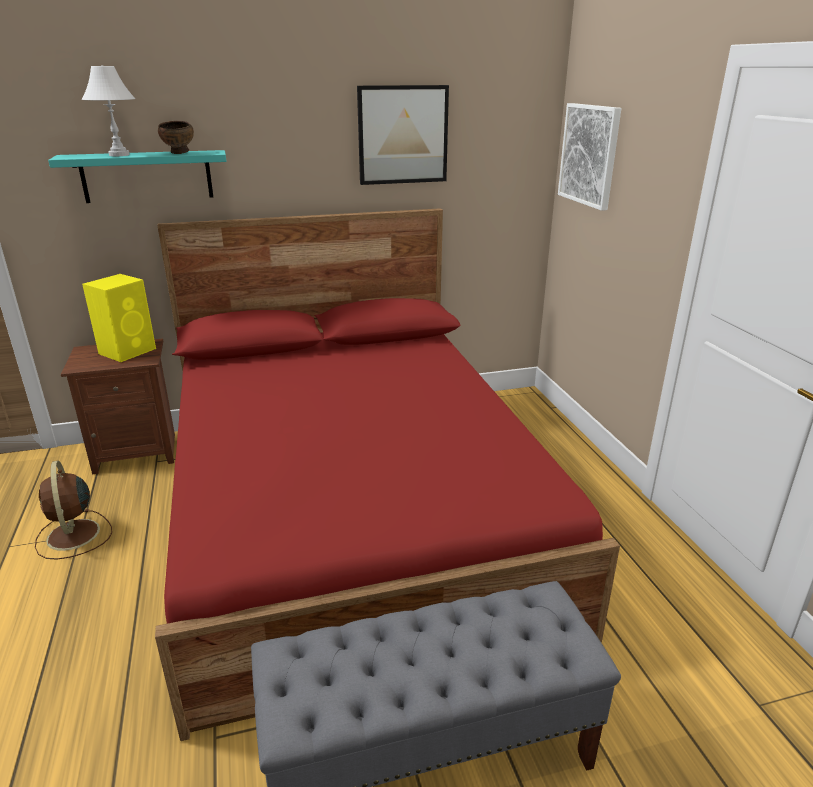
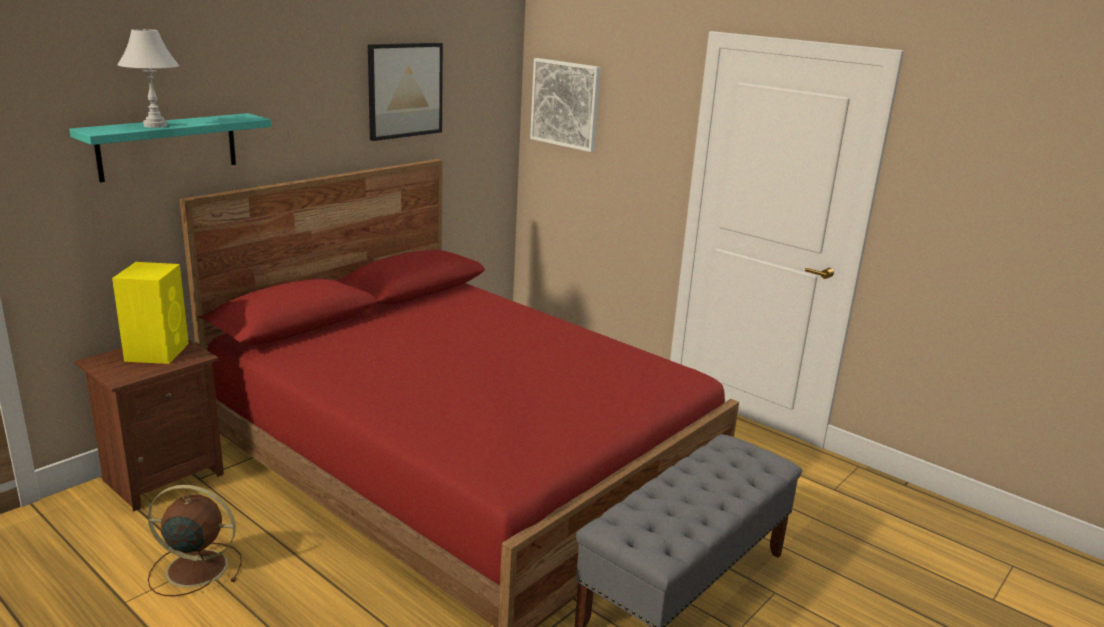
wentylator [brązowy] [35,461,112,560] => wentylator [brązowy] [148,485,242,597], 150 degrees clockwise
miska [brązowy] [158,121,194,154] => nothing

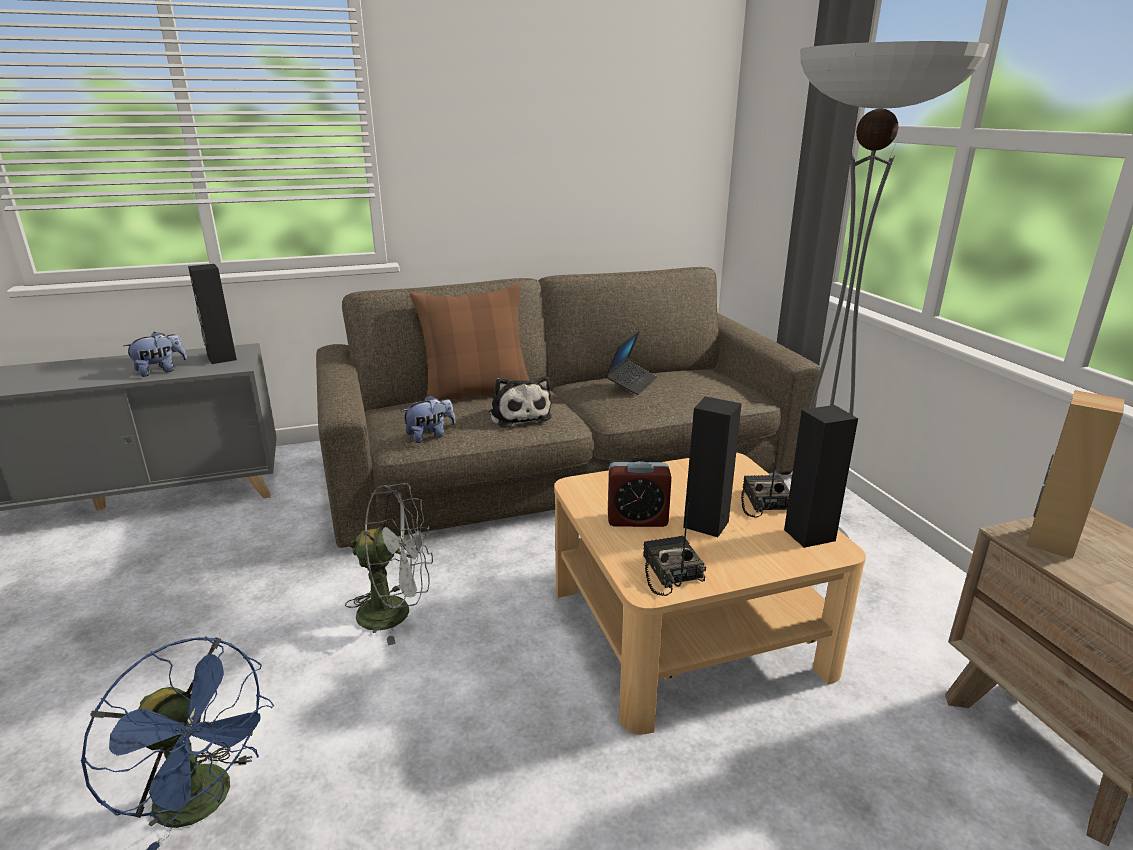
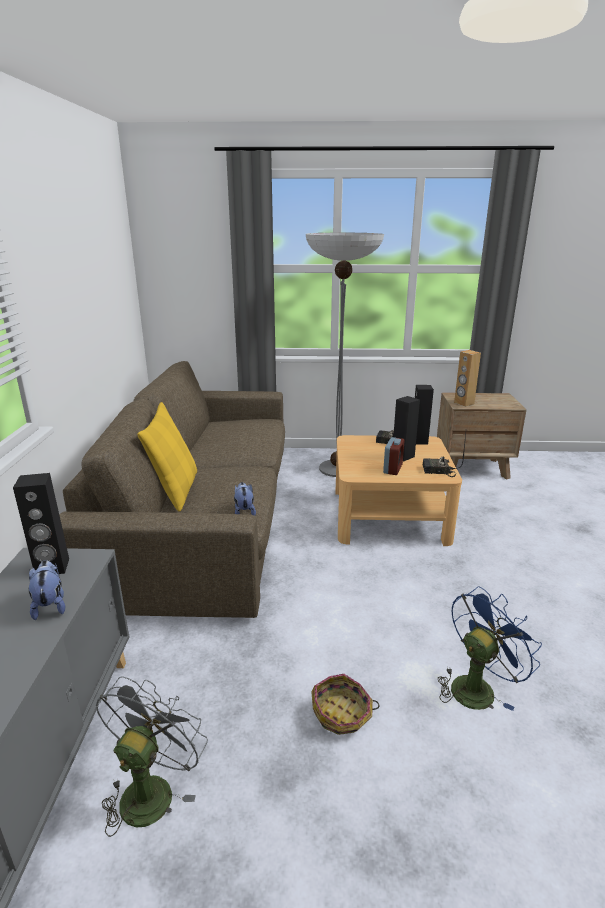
wentylator [szary] [345,483,433,646] => wentylator [szary] [96,677,208,837], shifted
poduszka [brązowy] [410,284,529,401] => poduszka [żółty] [137,402,197,512]
nothing => koszyk [311,674,379,735]
pluszak [489,376,552,428] => nothing
laptop [606,330,657,395] => nothing

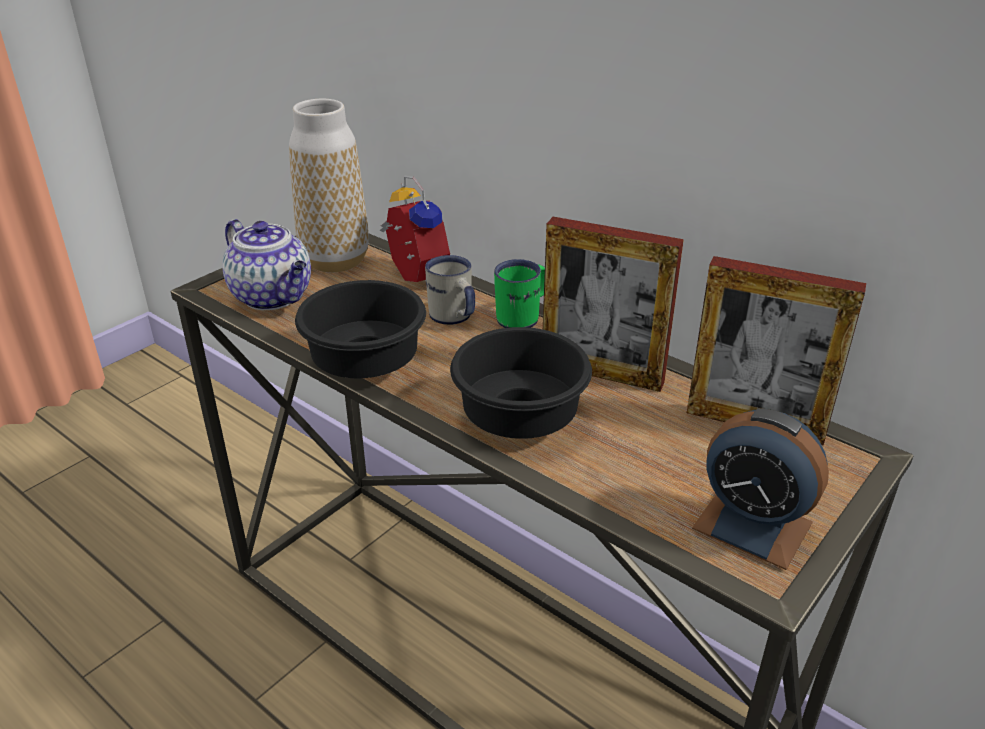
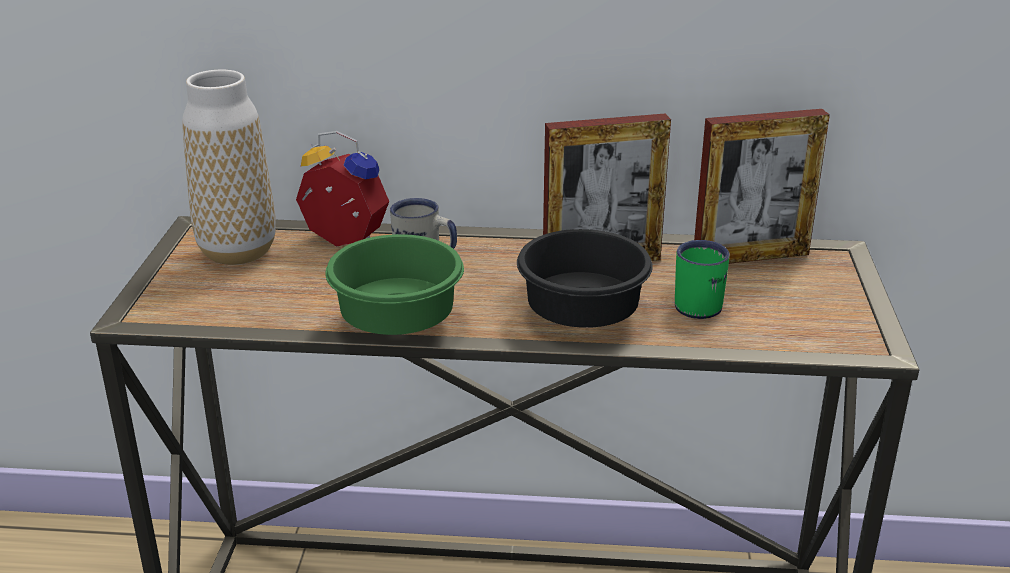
miska [czarny] [295,280,426,378] => miska [zielony] [325,234,464,335]
kubek [zielony] [494,259,545,328] => kubek [zielony] [675,240,730,319], shifted
imbryk [223,219,311,310] => nothing
budzik [692,408,829,570] => nothing

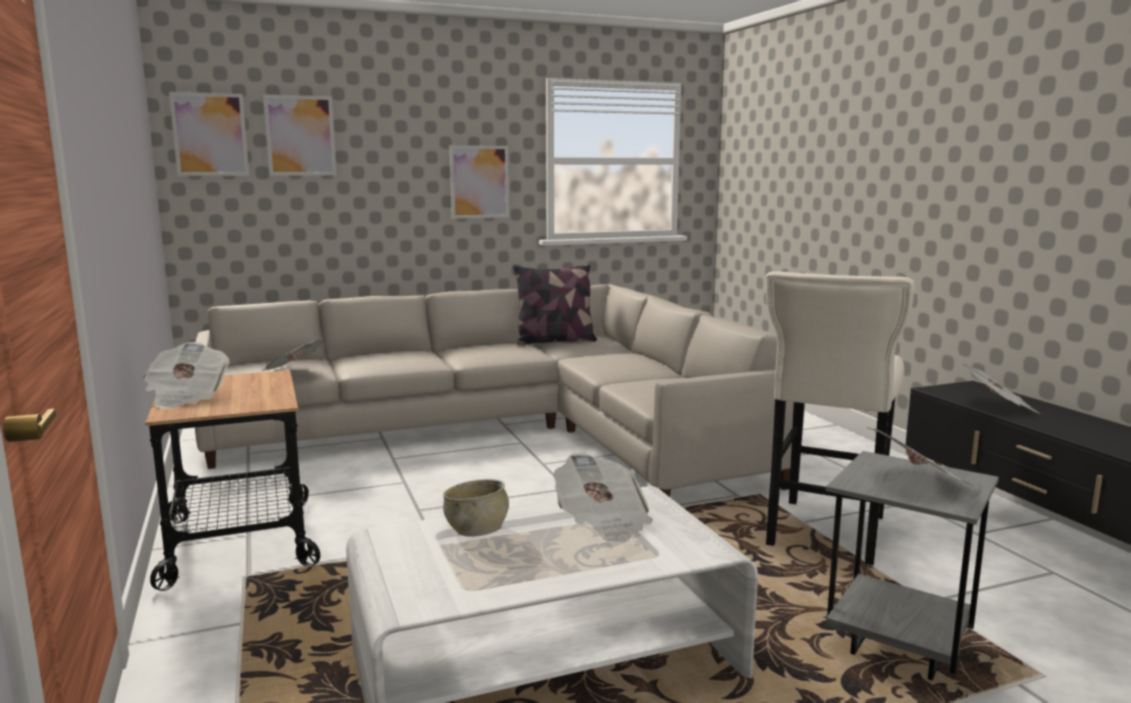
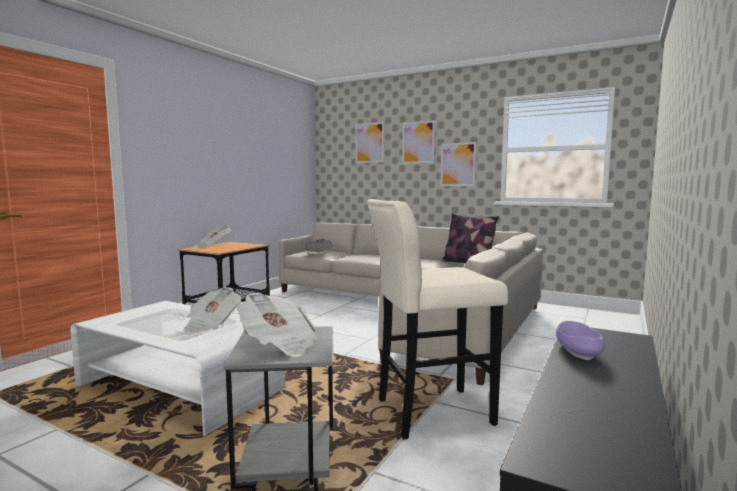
obraz [169,92,249,176] => obraz [402,120,435,164], shifted
gazeta [959,362,1041,414] => miska [fioletowy] [556,321,605,360]
miska [beżowy] [443,479,509,537] => nothing

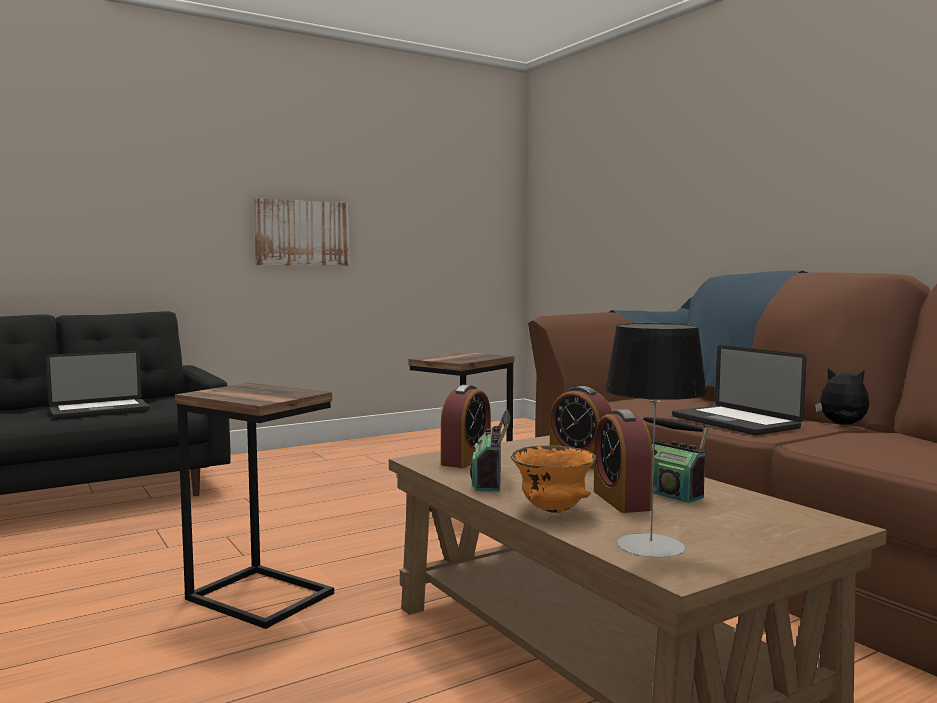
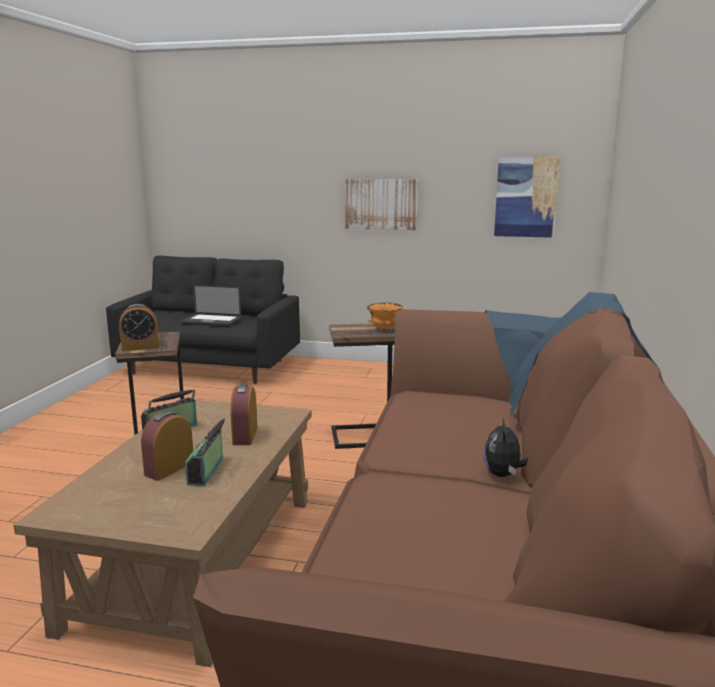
budzik [441,385,491,468] => budzik [119,304,159,351], shifted
miska [pomarańczowy] [511,445,596,513] => miska [pomarańczowy] [367,302,403,330], shifted
pluszak [815,368,869,425] => pluszak [483,417,528,477], 150 degrees counterclockwise
nothing => obraz [494,157,560,238]
lampa stołowa [605,323,707,557] => nothing
laptop [672,345,807,435] => nothing

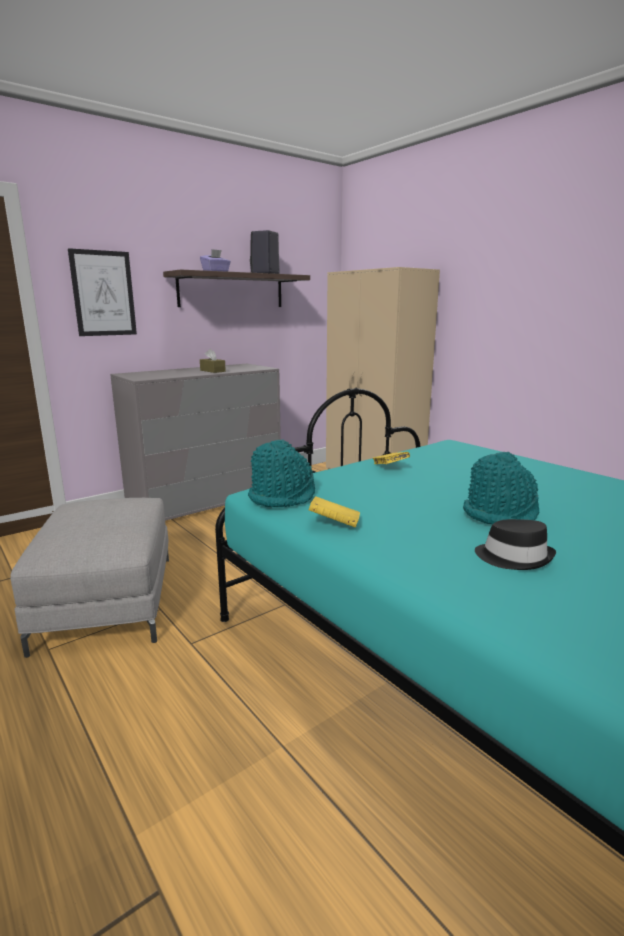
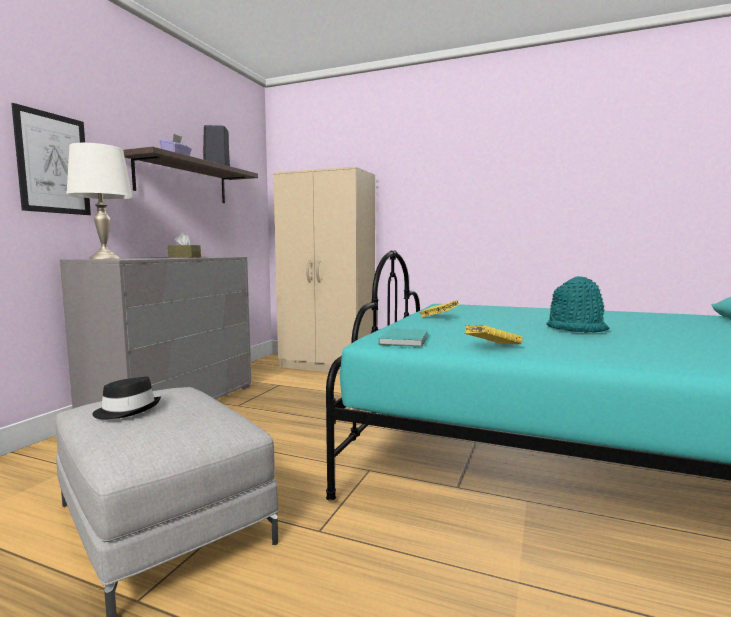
nothing => lampa stołowa [biały] [66,143,133,259]
kapelusz [czarny] [475,519,556,570] => kapelusz [czarny] [92,376,161,420], shifted
kapelusz [turkusowy] [248,439,315,507] => książka [turkusowy] [379,328,428,347]

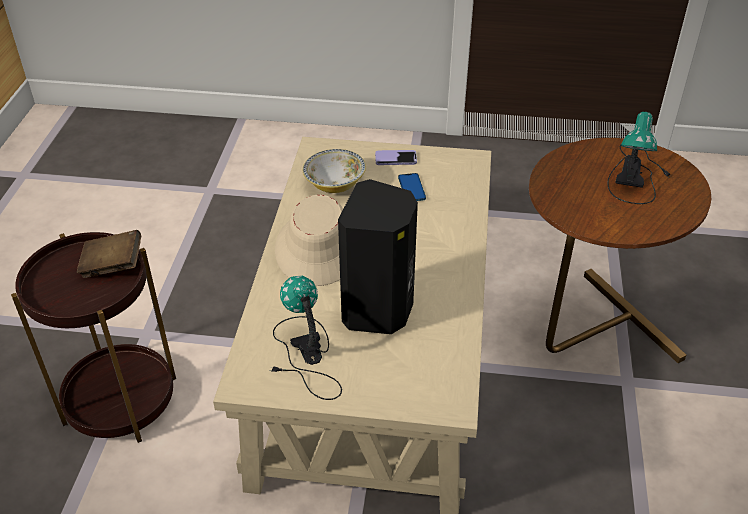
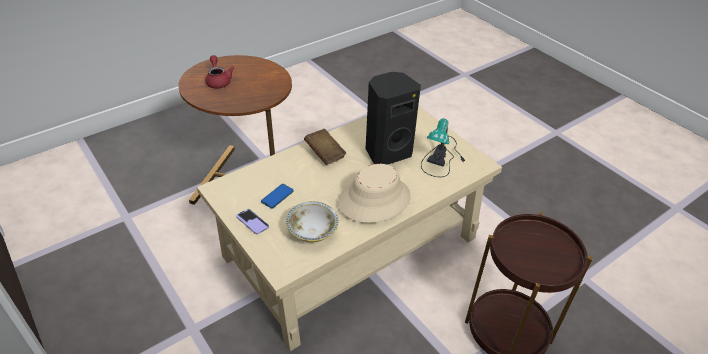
lampa stołowa [607,112,670,204] => imbryk [czerwony] [205,55,234,89]
książka [brązowy] [77,230,141,278] => książka [brązowy] [304,129,346,165], shifted

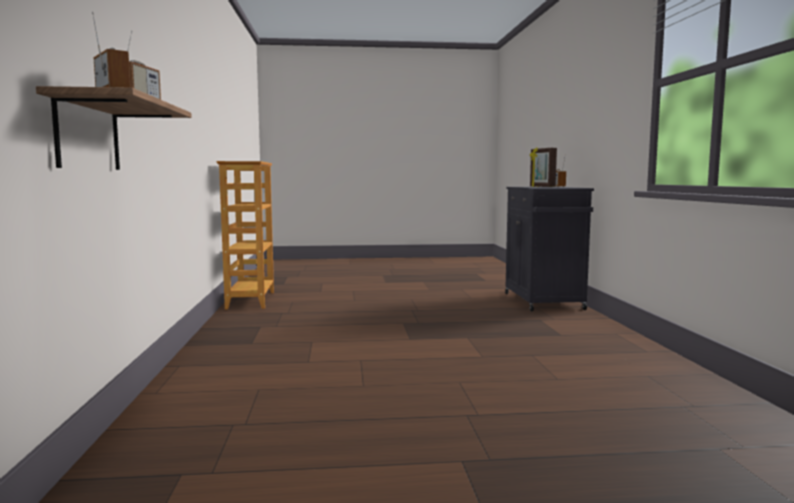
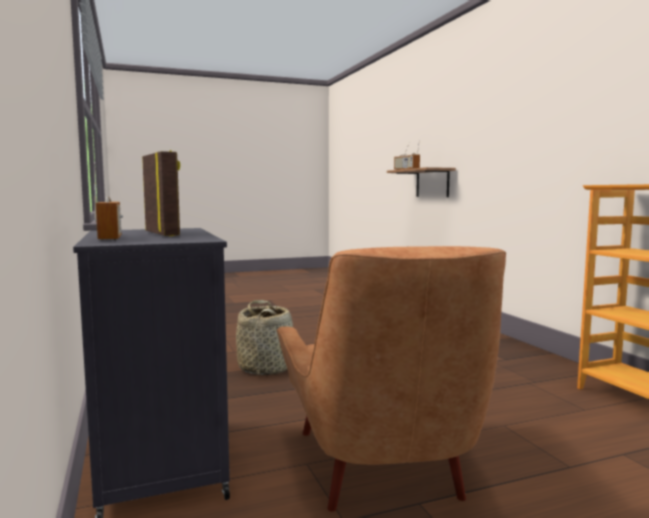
nothing => koszyk [236,300,293,375]
nothing => fotel [brązowy] [277,246,506,512]

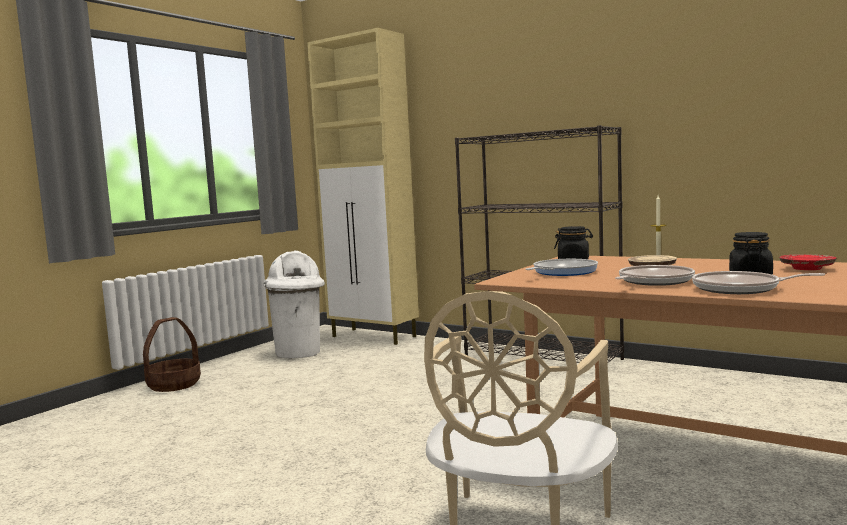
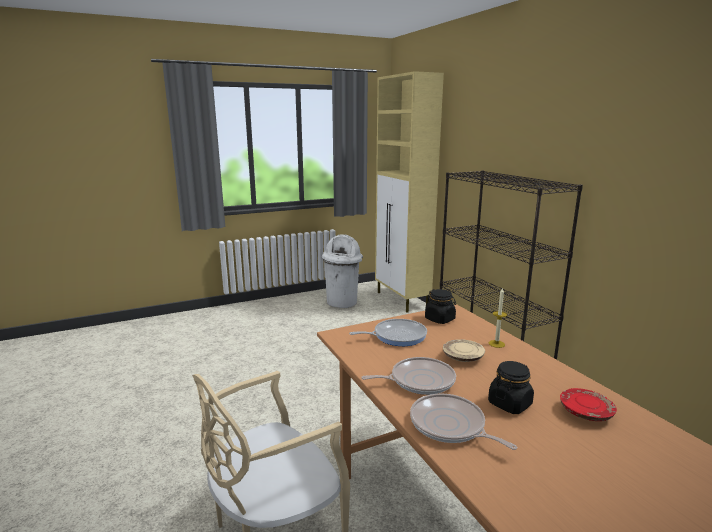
koszyk [143,317,201,392] => nothing

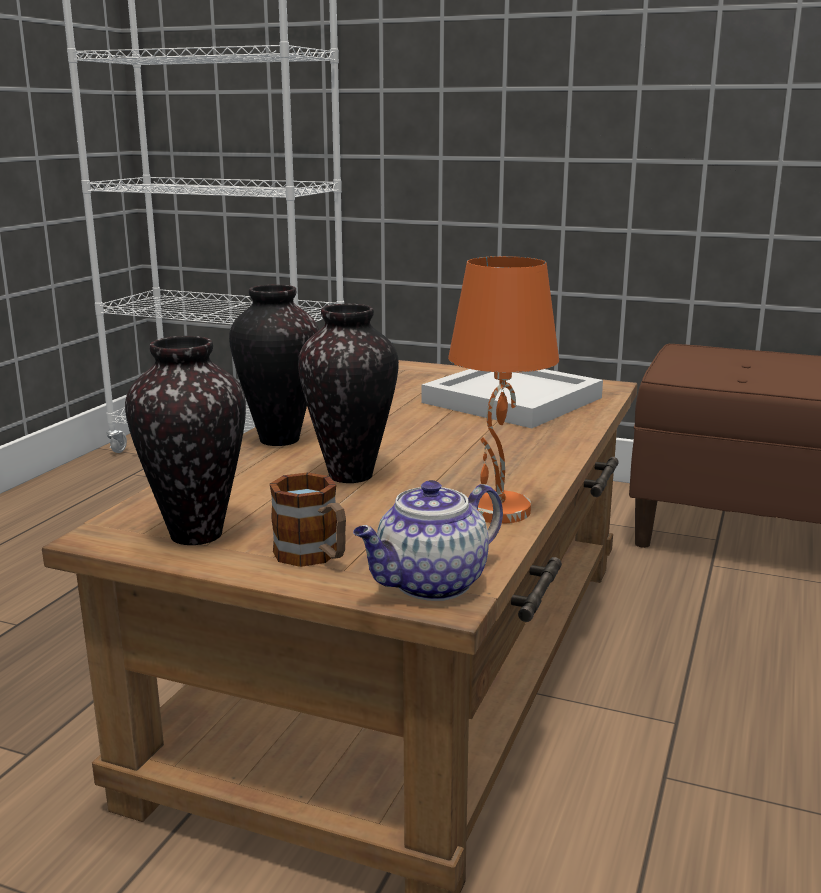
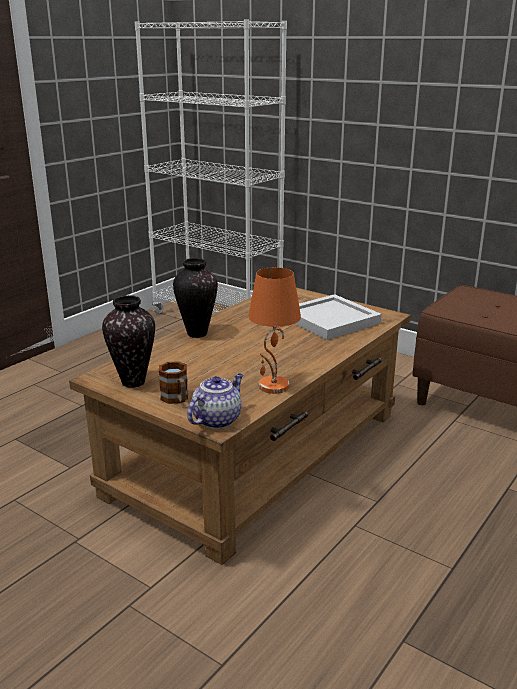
imbryk [353,480,503,601] => imbryk [187,374,243,429], 150 degrees clockwise
wazon [298,304,399,483] => nothing

